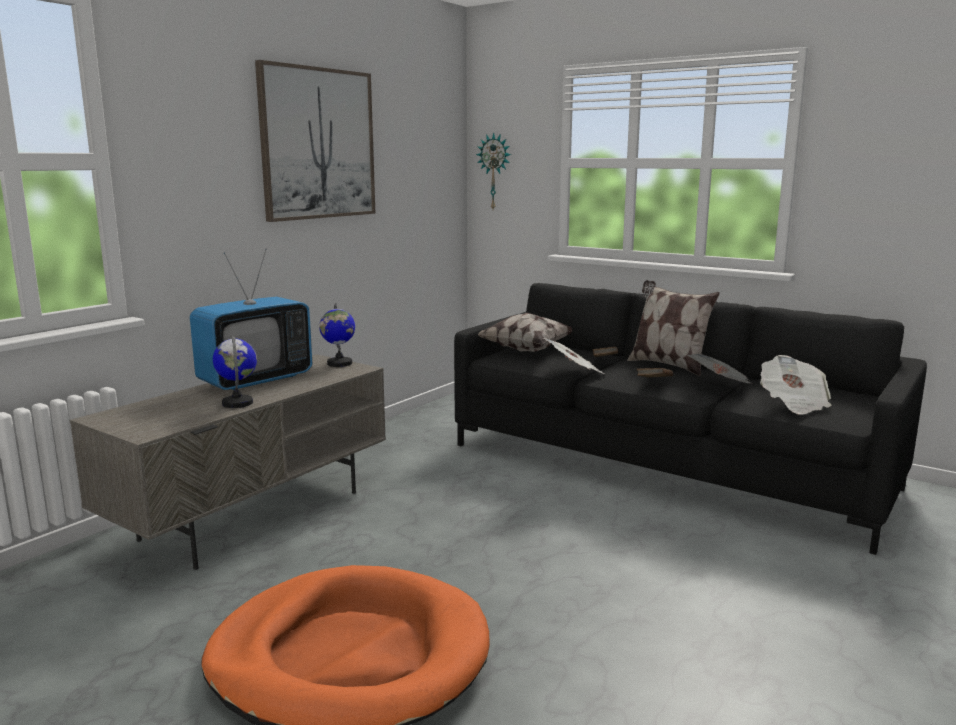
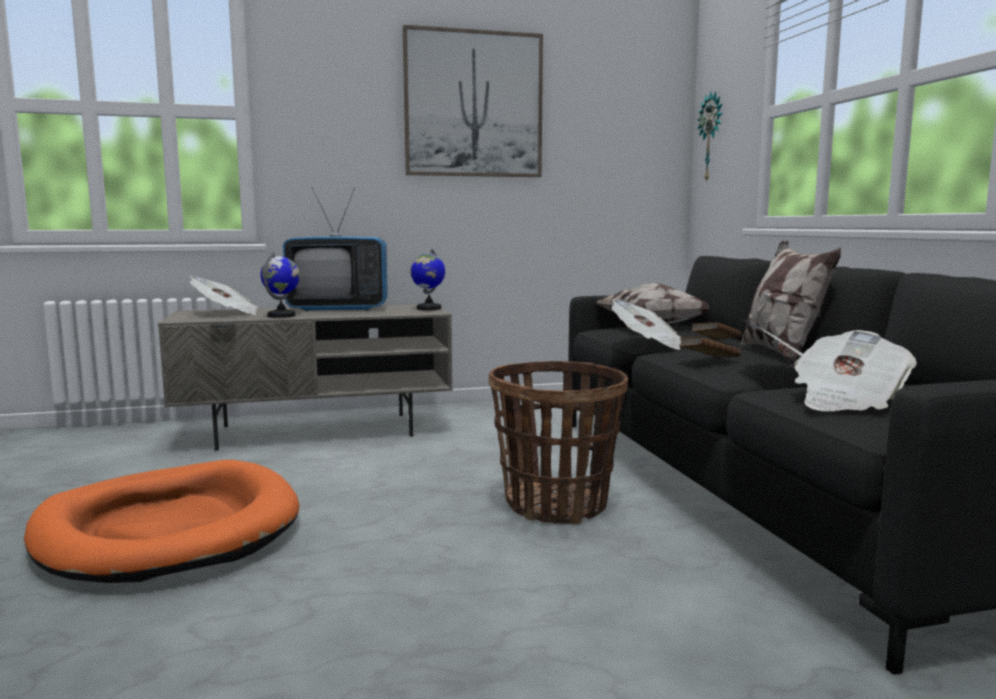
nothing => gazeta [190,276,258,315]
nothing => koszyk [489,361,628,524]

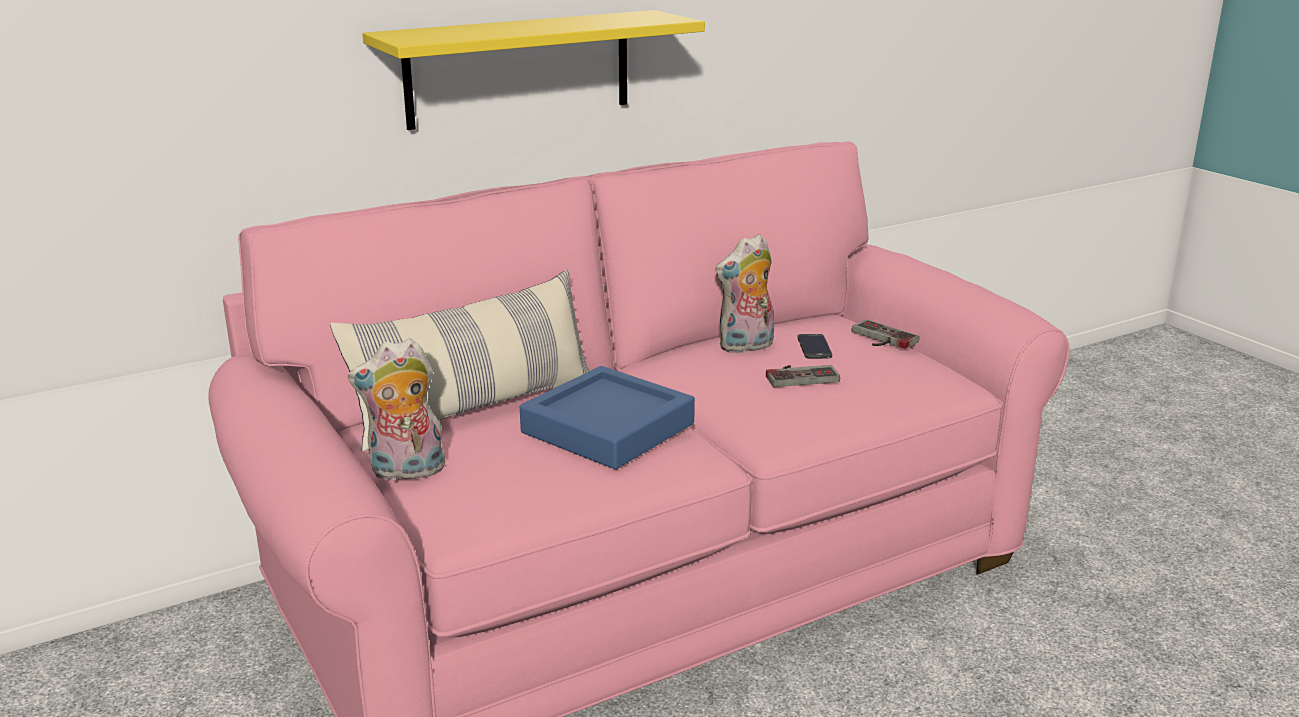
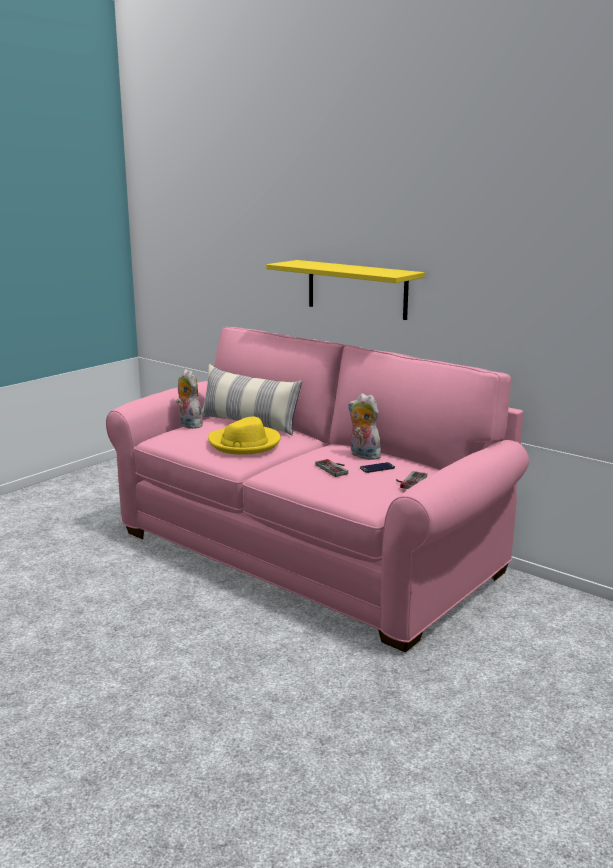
taca [niebieski] [520,366,695,469] => kapelusz [żółty] [208,417,281,455]

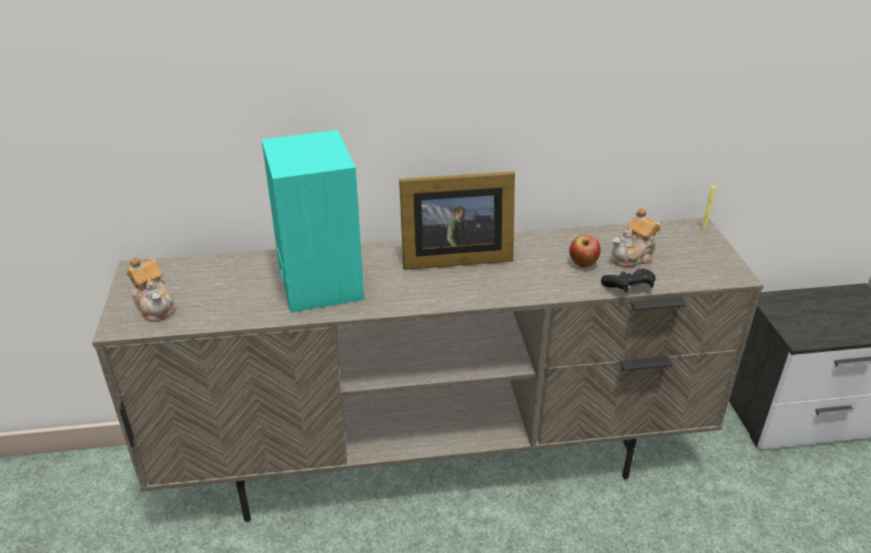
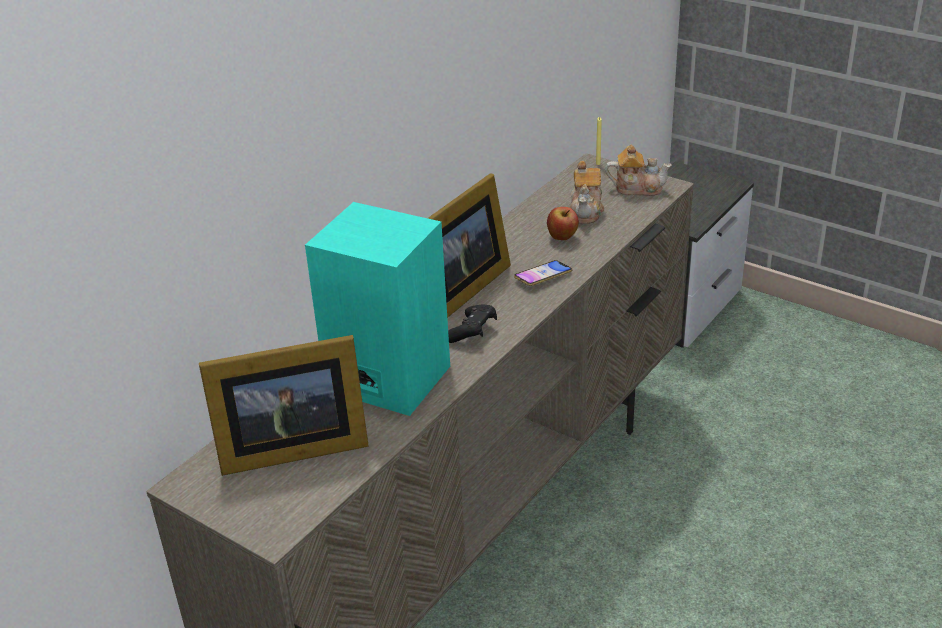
nothing => ramka na zdjęcie [199,335,369,476]
pad do gier [czarny] [601,269,655,292] => pad do gier [czarny] [448,305,497,343], shifted
nothing => telefon [514,260,572,286]
imbryk [126,256,174,322] => imbryk [605,145,672,196], shifted

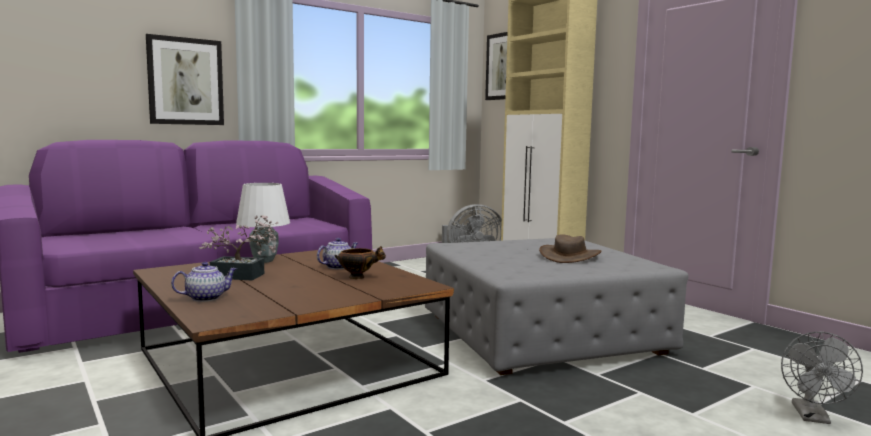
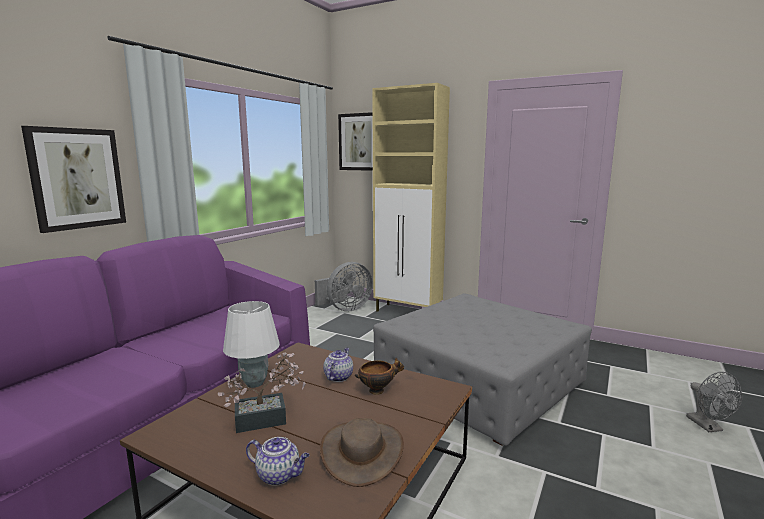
imbryk [171,262,237,302] => imbryk [246,437,310,486], 75 degrees clockwise
kapelusz [brązowy] [539,234,602,263] => kapelusz [brązowy] [320,418,404,487], shifted

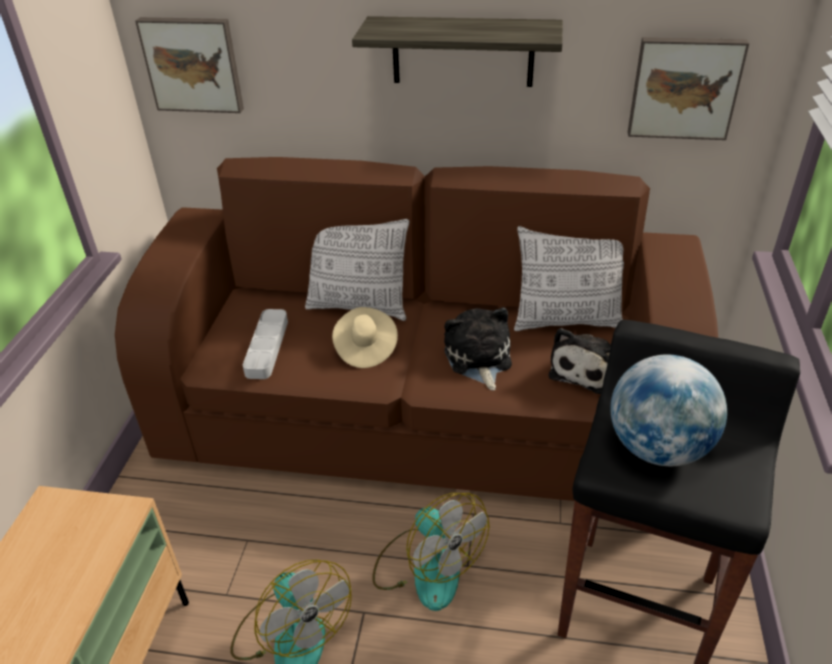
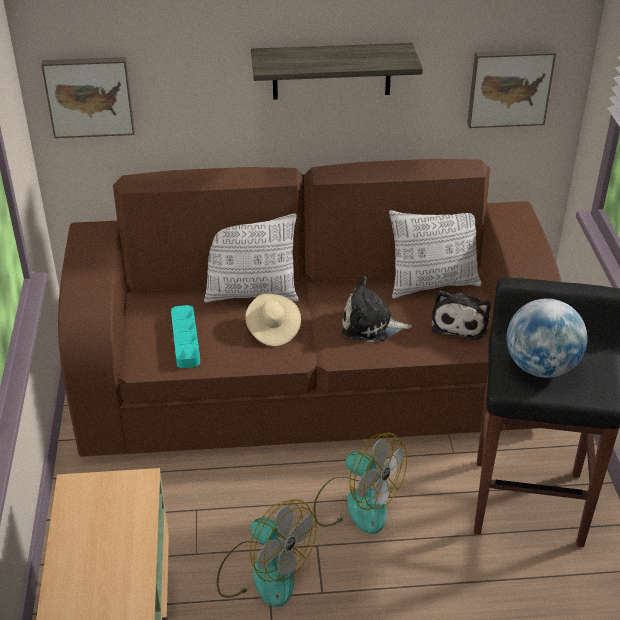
taca [szary] [243,309,288,379] => taca [turkusowy] [171,305,200,368]
pluszak [444,307,512,390] => pluszak [342,276,412,342], 60 degrees counterclockwise

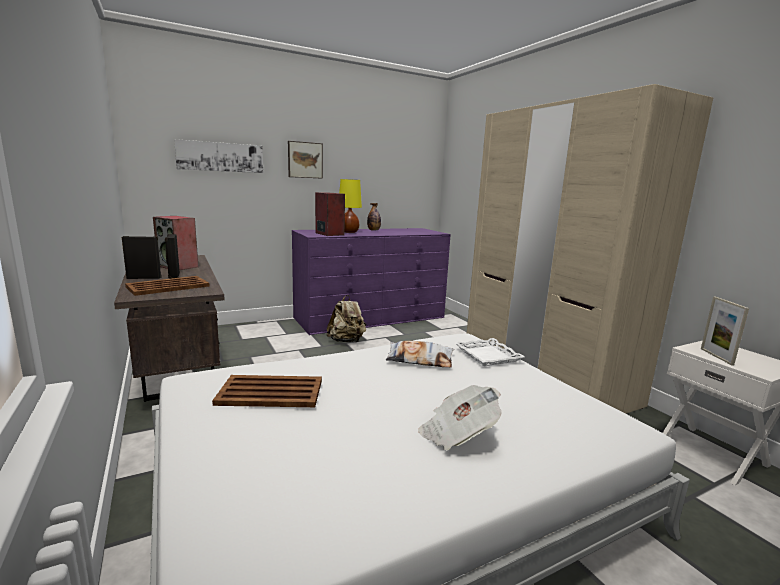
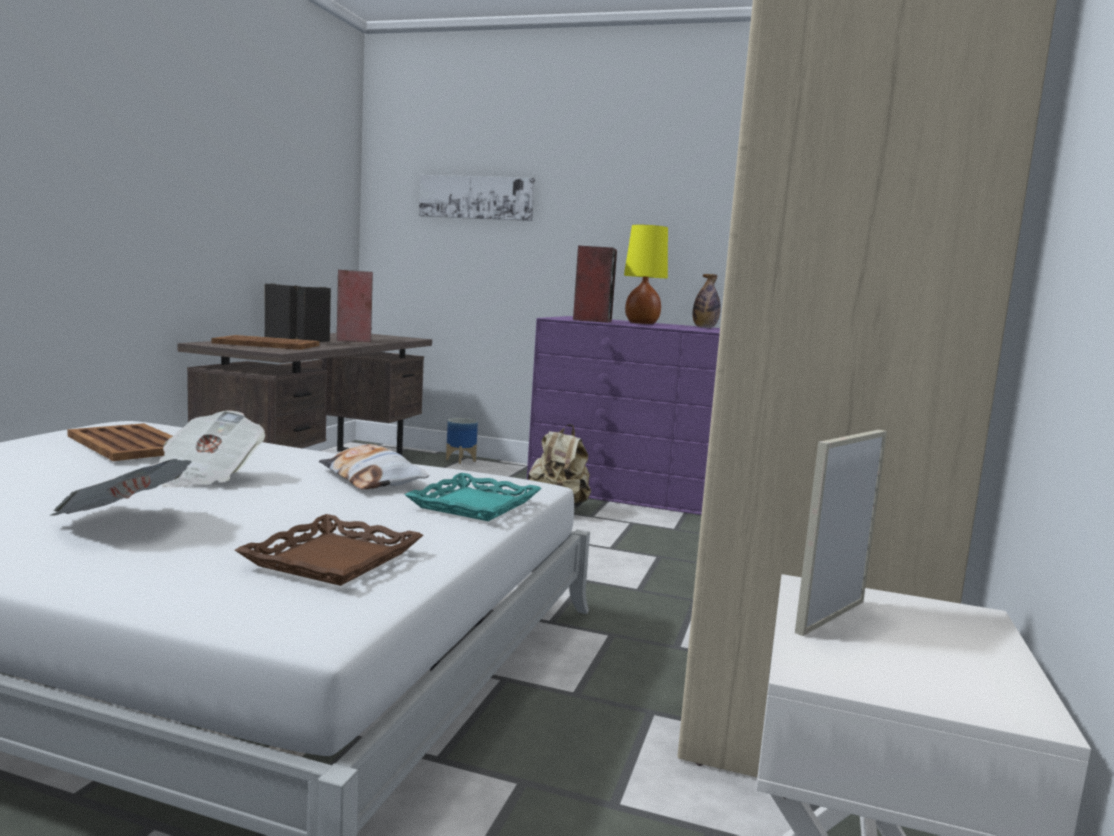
nothing => gazeta [159,410,265,488]
nothing => taca [brązowy] [235,514,423,586]
taca [biały] [456,338,524,366] => taca [turkusowy] [405,473,542,521]
nothing => donica [446,418,478,464]
obraz [288,141,323,179] => nothing

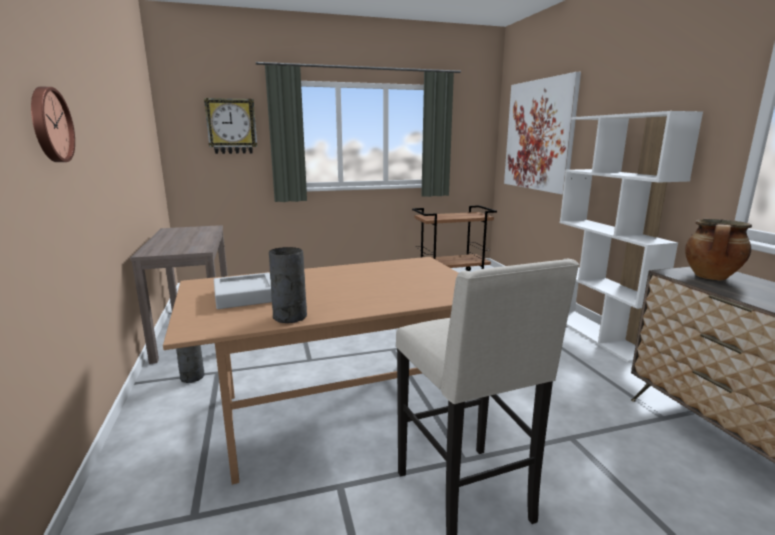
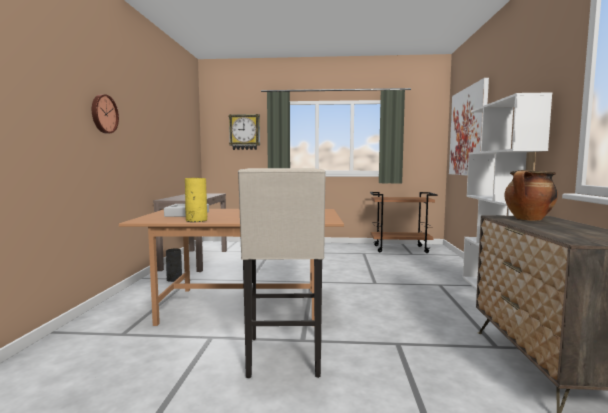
wazon [szary] [269,247,307,323] => wazon [żółty] [185,178,207,222]

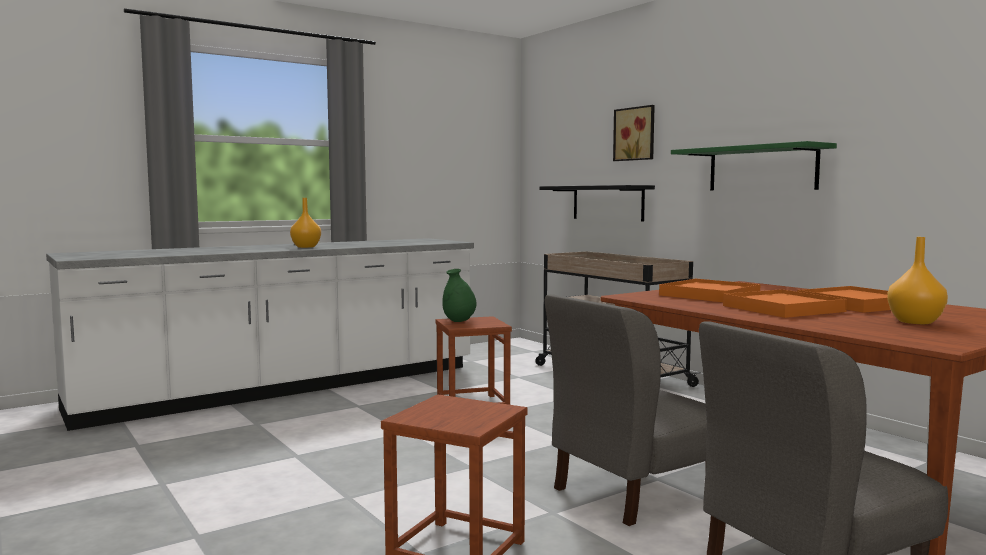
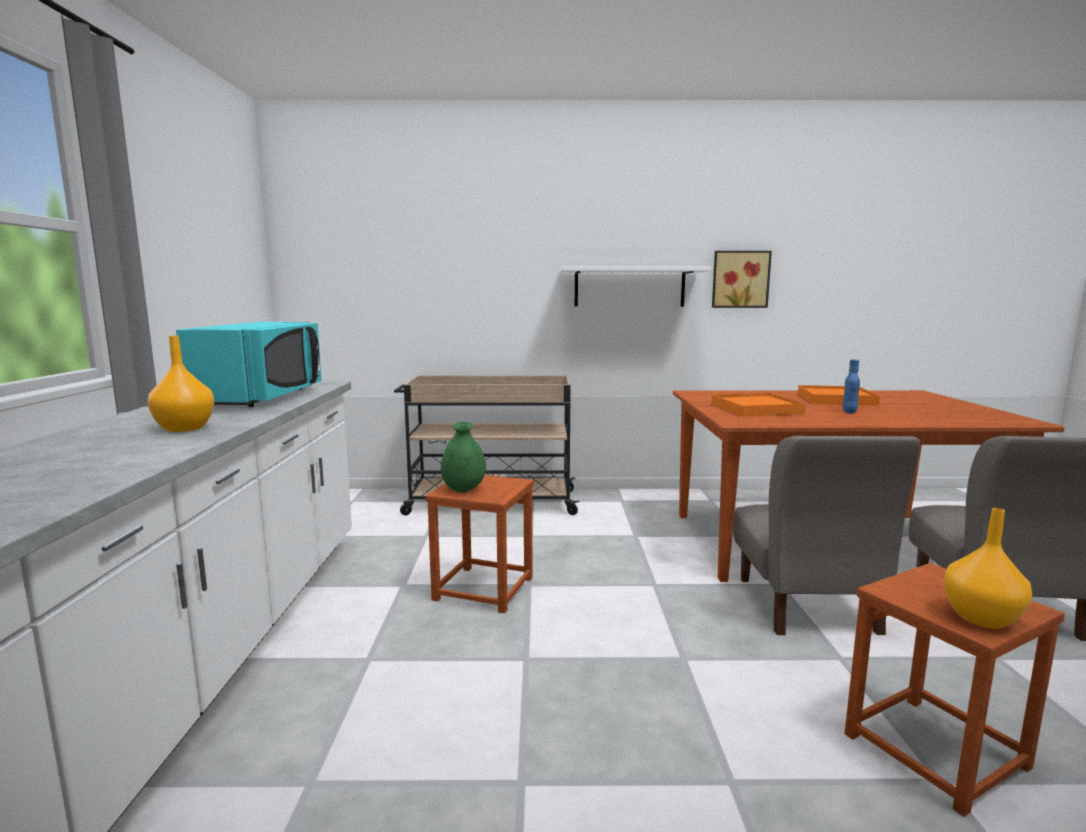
nothing => mikrofalówka [turkusowy] [176,322,322,407]
półka [zielony] [671,141,837,190] => półka [biały] [561,266,711,307]
obraz [613,105,655,161] => obraz [712,251,772,308], shifted
taca [pomarańczowy] [723,289,847,318] => butelka [niebieski] [843,359,860,414]
wazon [pomarańczowy] [887,237,948,324] => wazon [pomarańczowy] [944,508,1032,629], shifted
półka [czarny] [539,185,655,221] => nothing

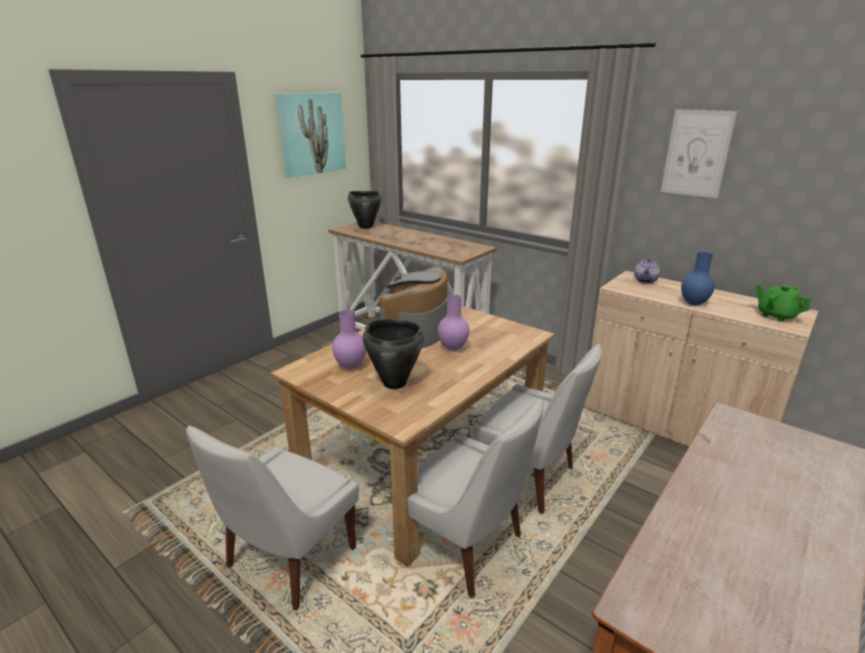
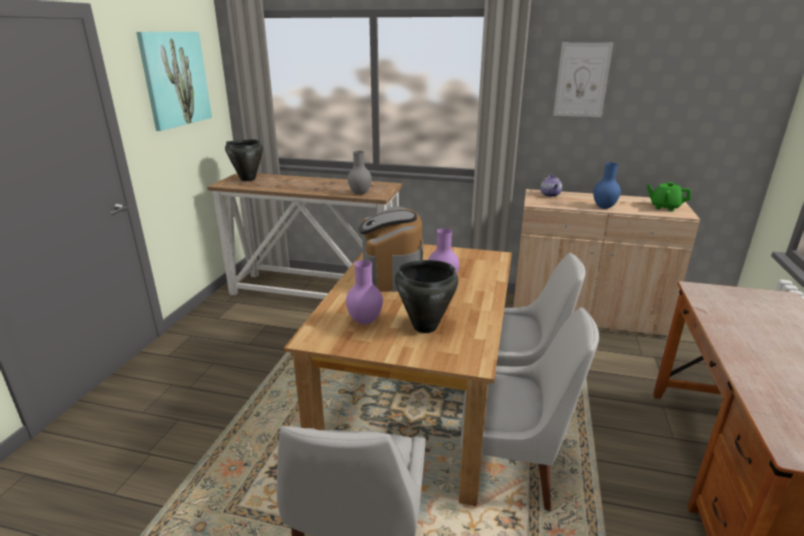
nothing => wazon [szary] [348,151,372,195]

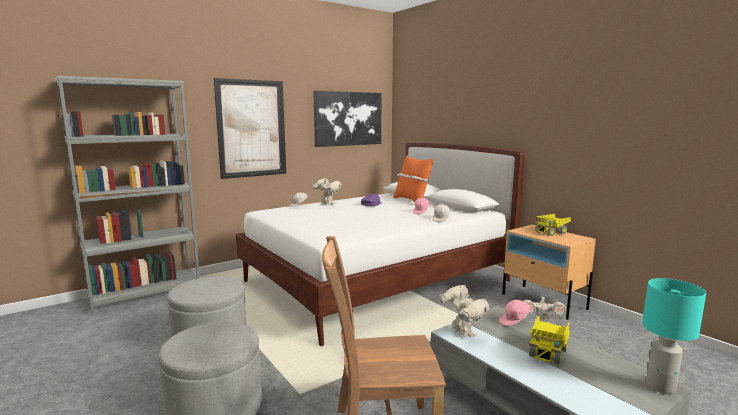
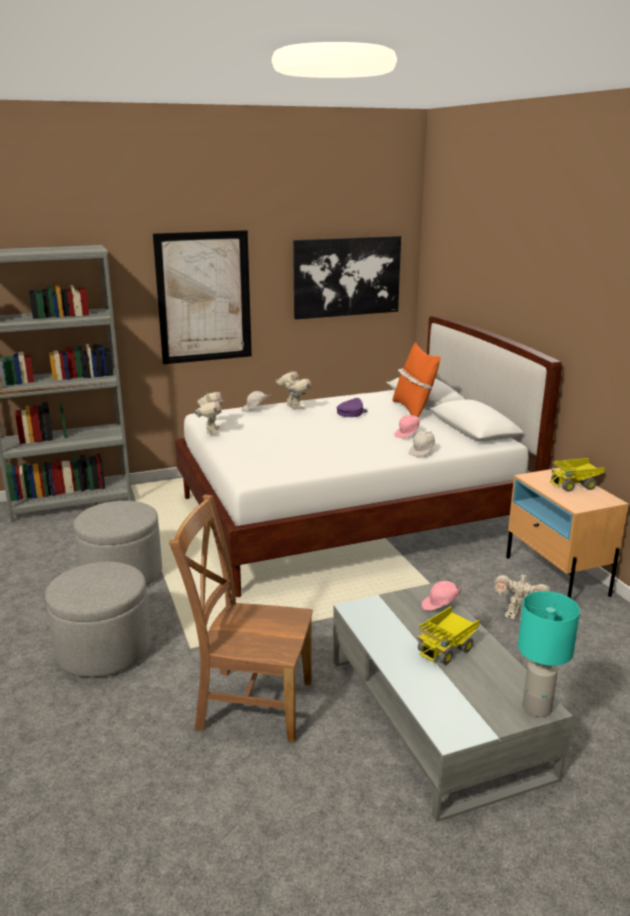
robot zabawkowy [439,285,490,337] => robot zabawkowy [195,392,223,434], shifted

